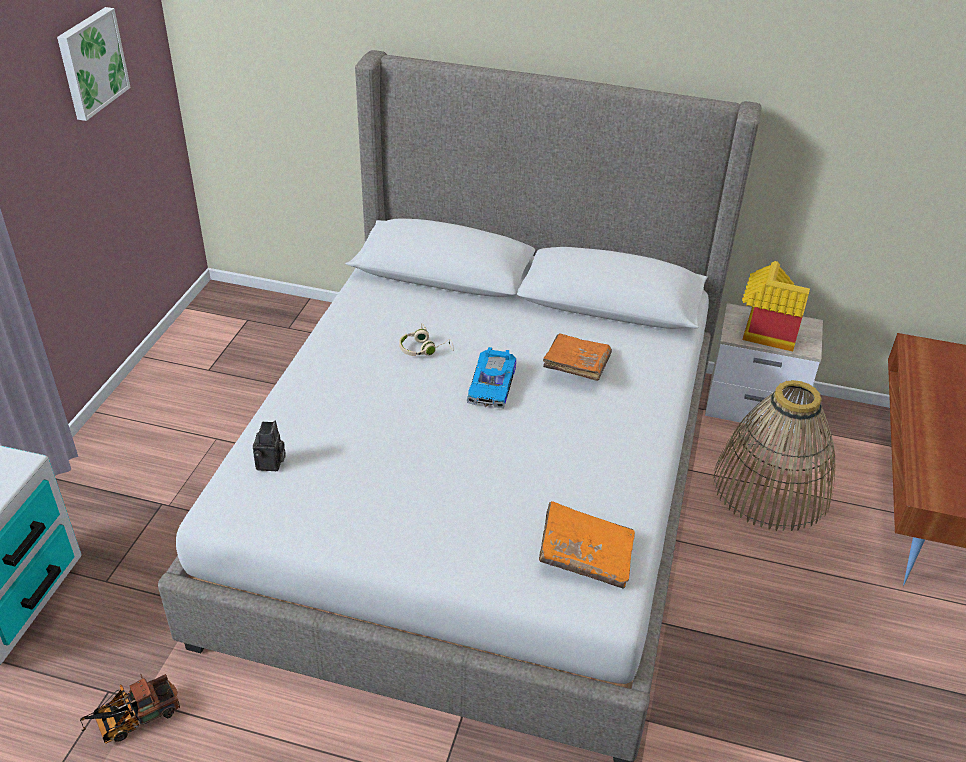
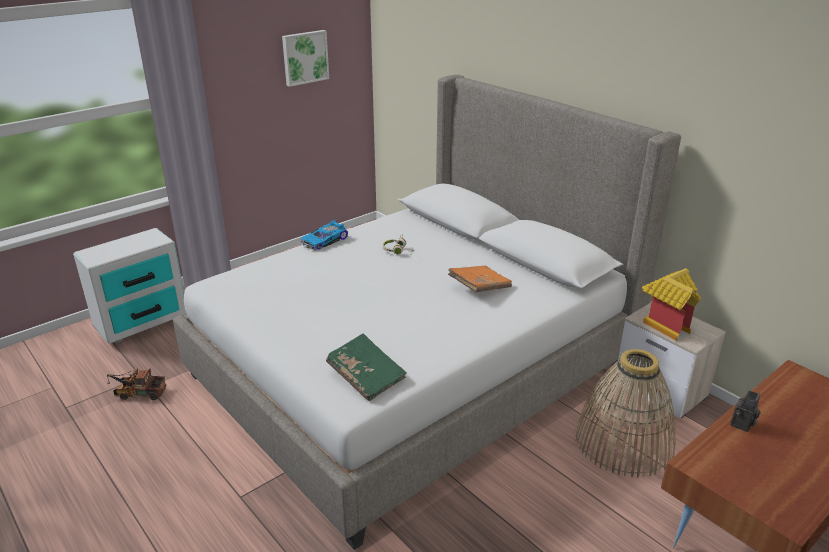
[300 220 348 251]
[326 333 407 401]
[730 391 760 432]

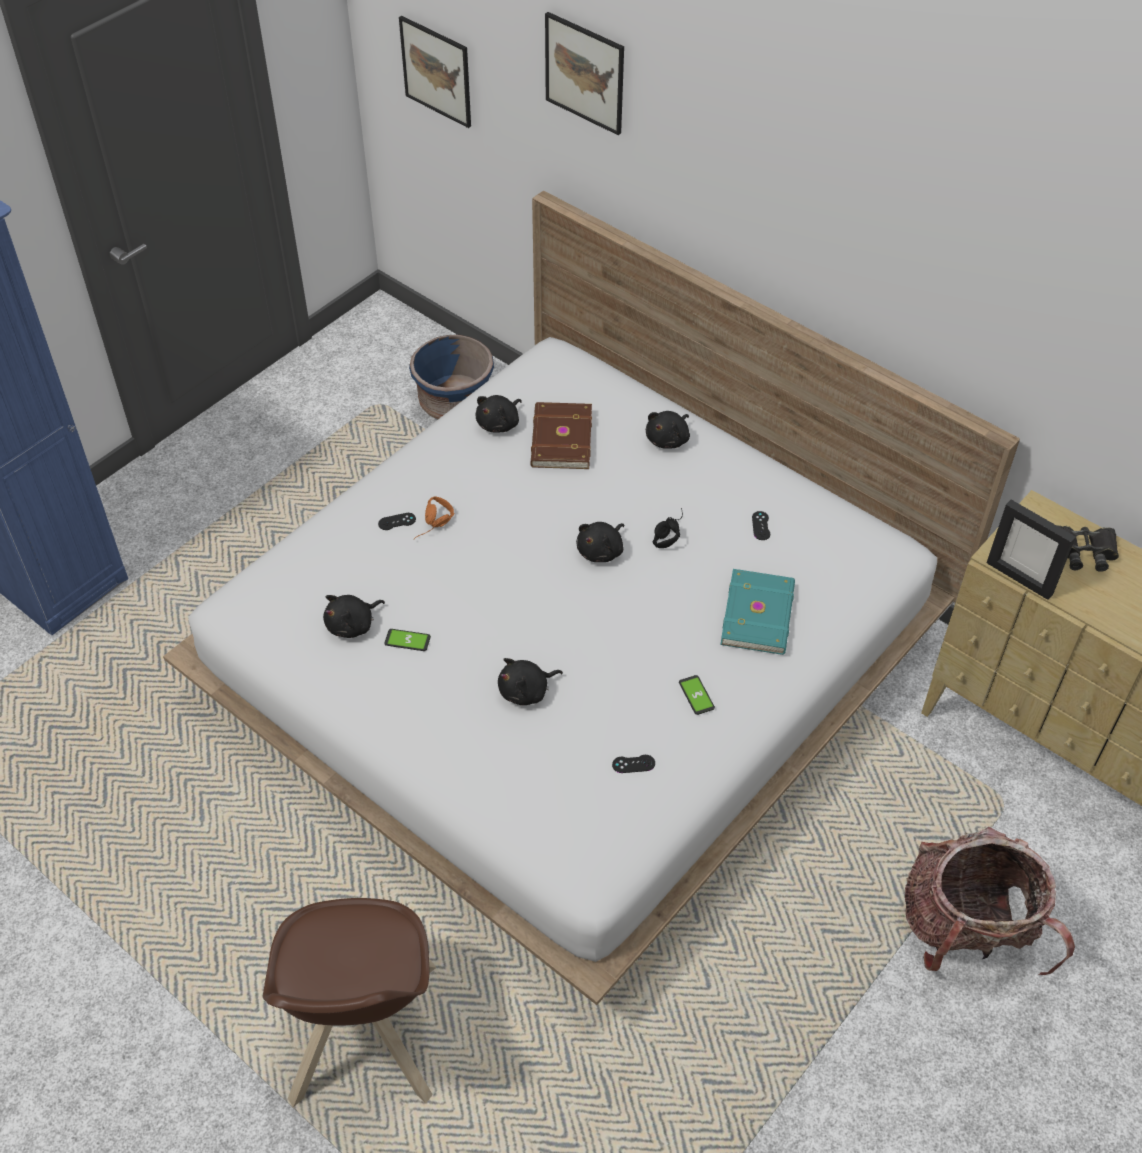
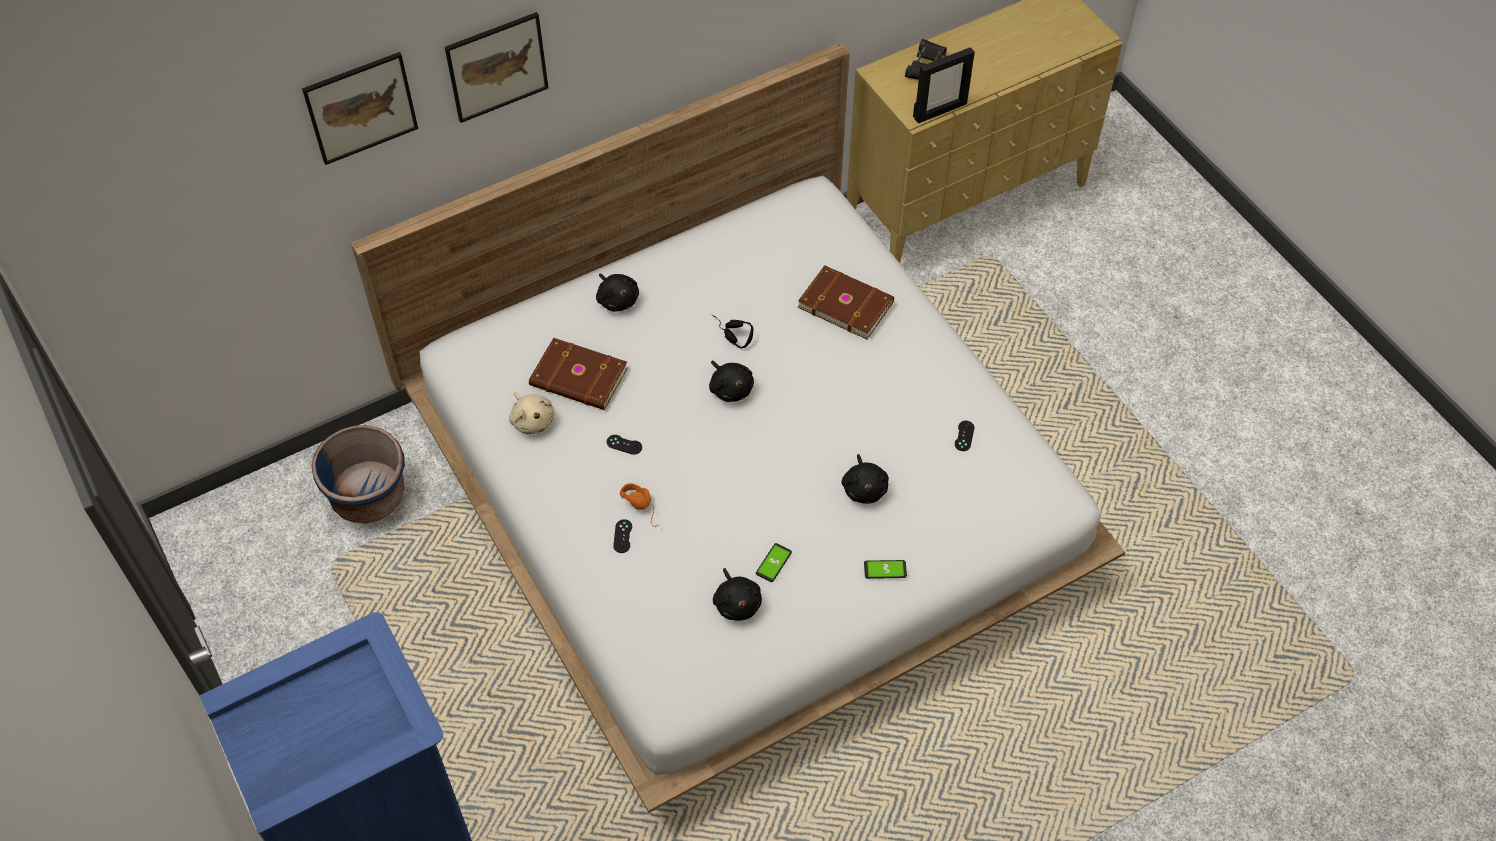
[445 12 548 123]
[509 392 554 435]
[607 435 642 455]
[798 265 894 339]
[864 560 907 579]
[263 898 436 1107] (first image)
[905 827 1075 975] (first image)

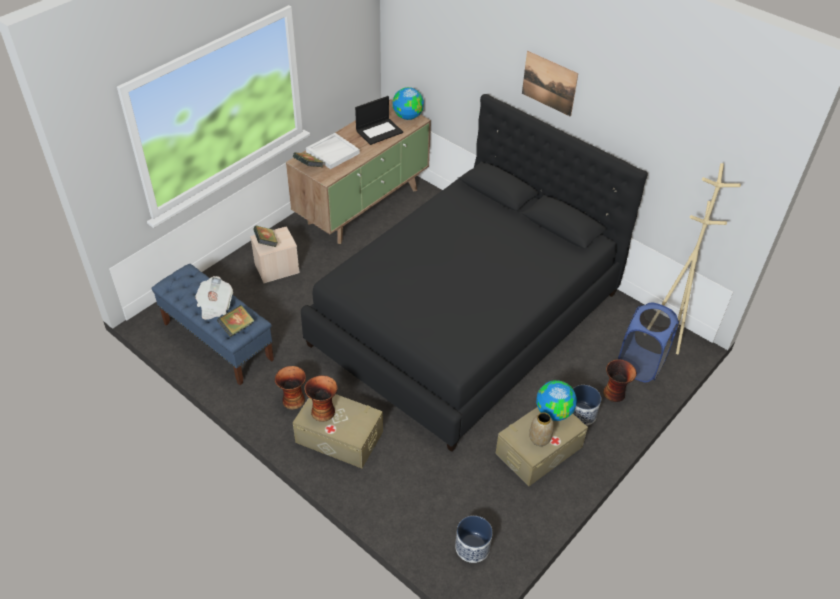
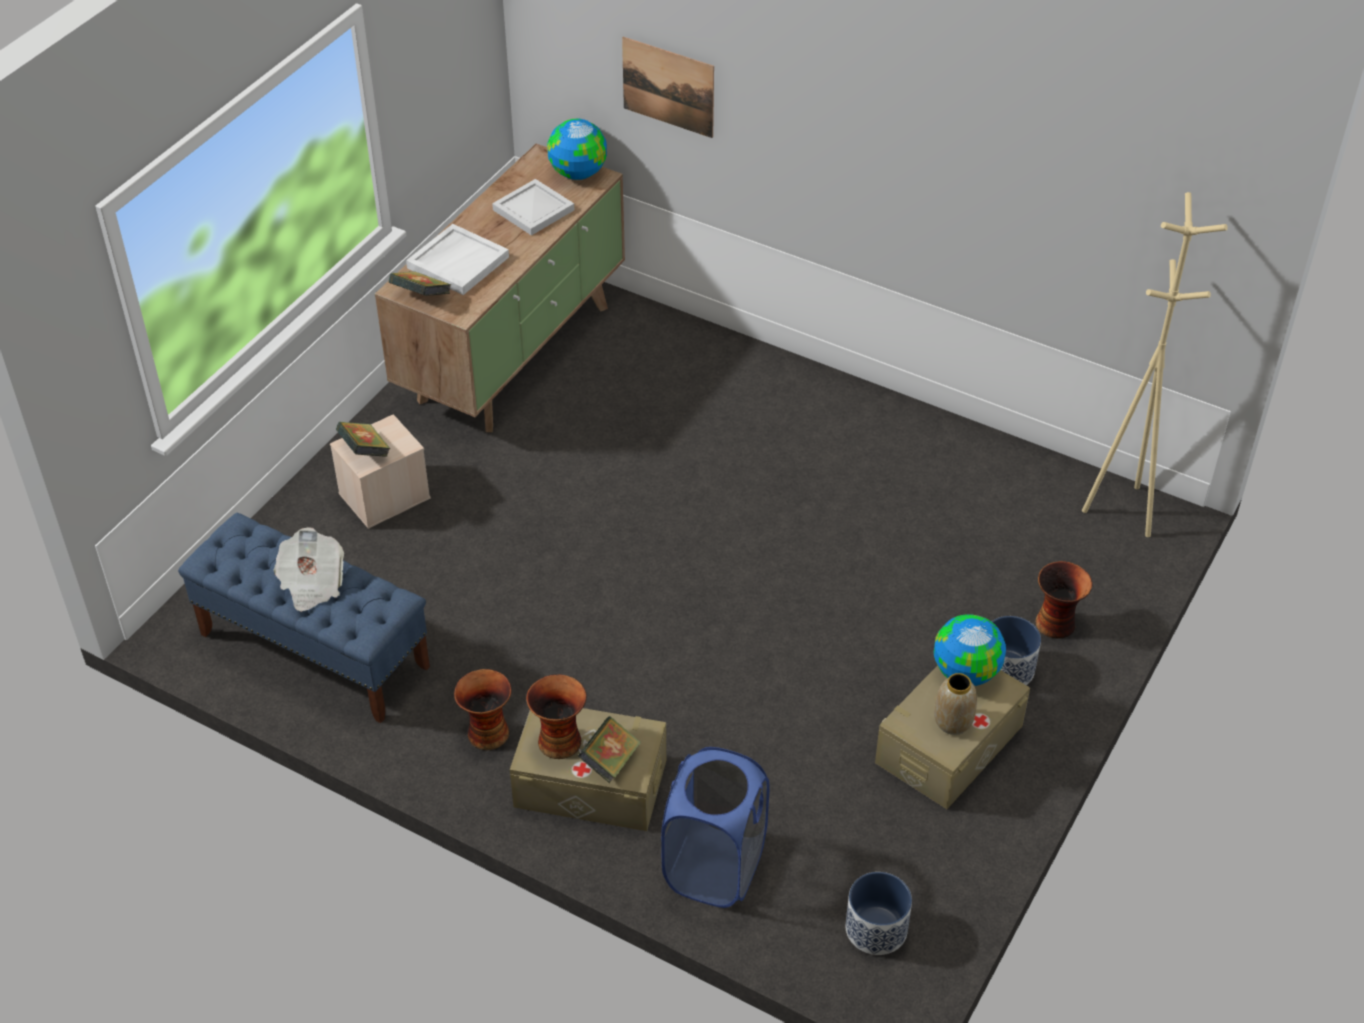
[492 179 574 236]
[578 716 641 783]
[622 37 714 138]
[661 747 769 908]
[301 94 648 452] (first image)

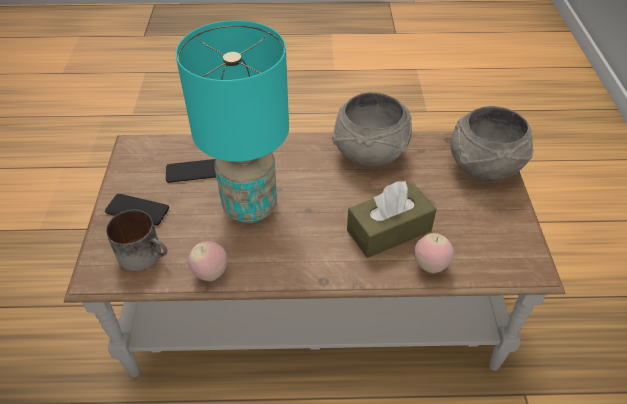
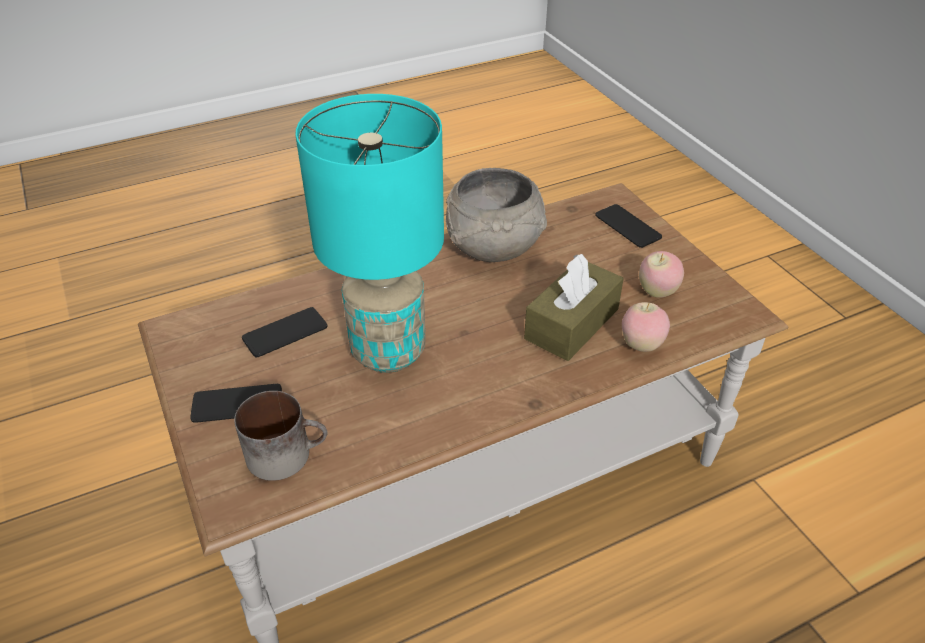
[595 204 662 248]
[639 251 684 298]

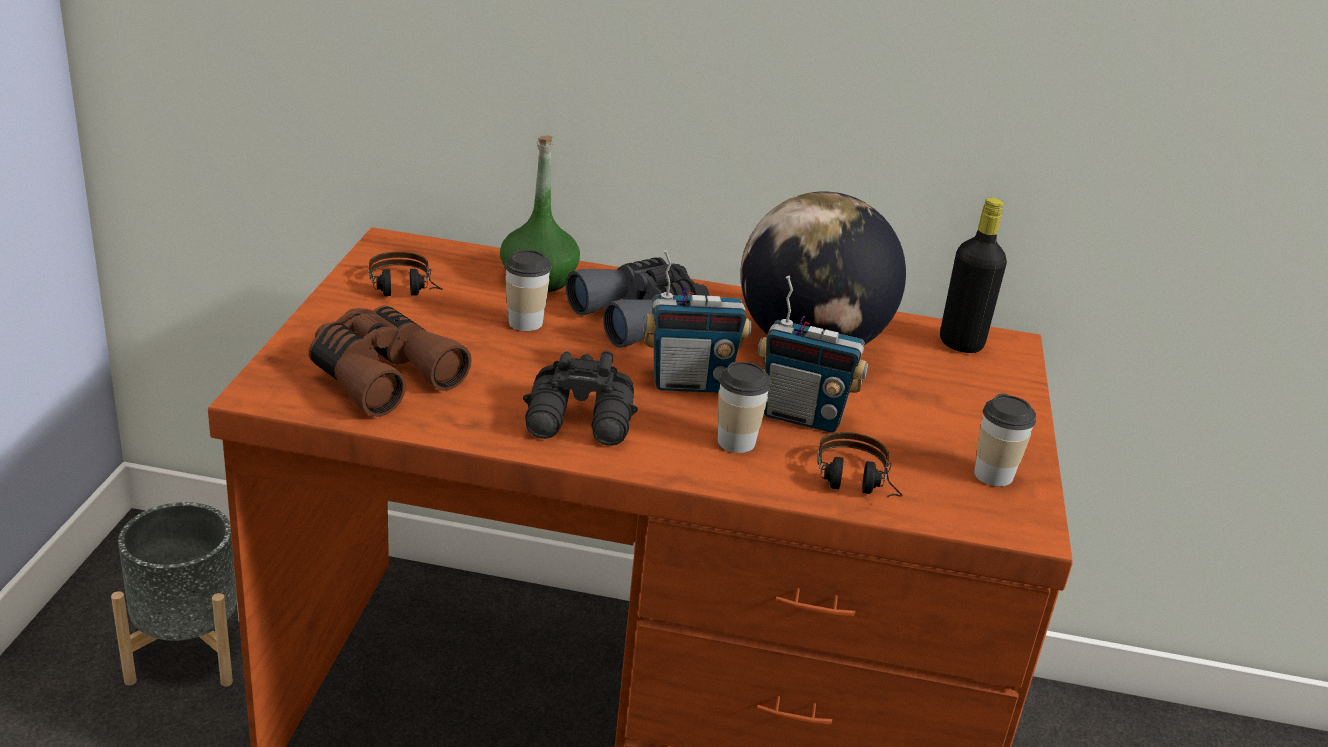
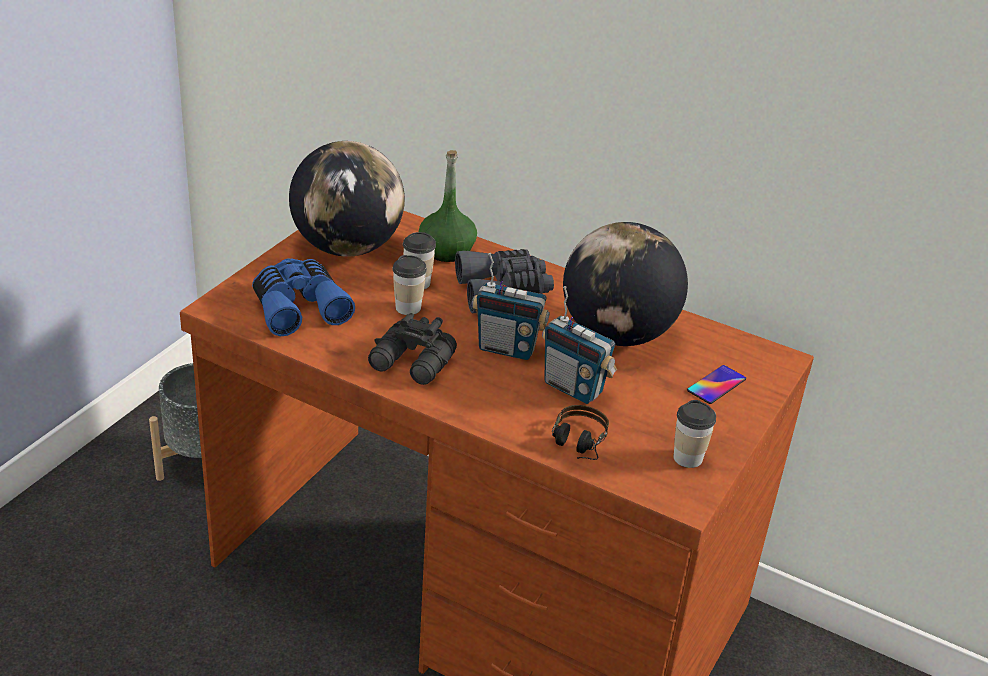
[252 258 355 336]
[289 141 405 257]
[392 255 427 315]
[687 365 746 404]
[940 198 1007 353] (first image)

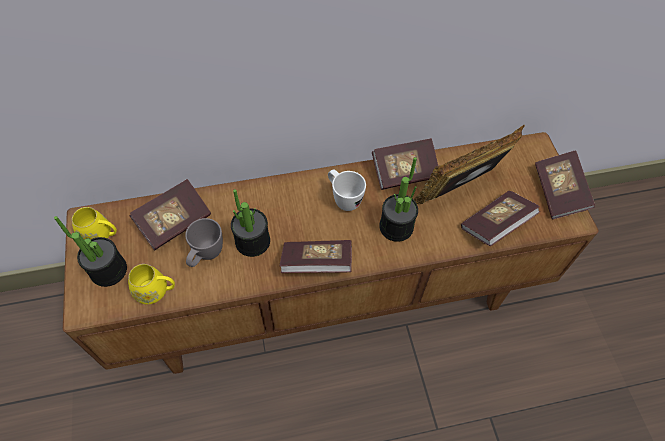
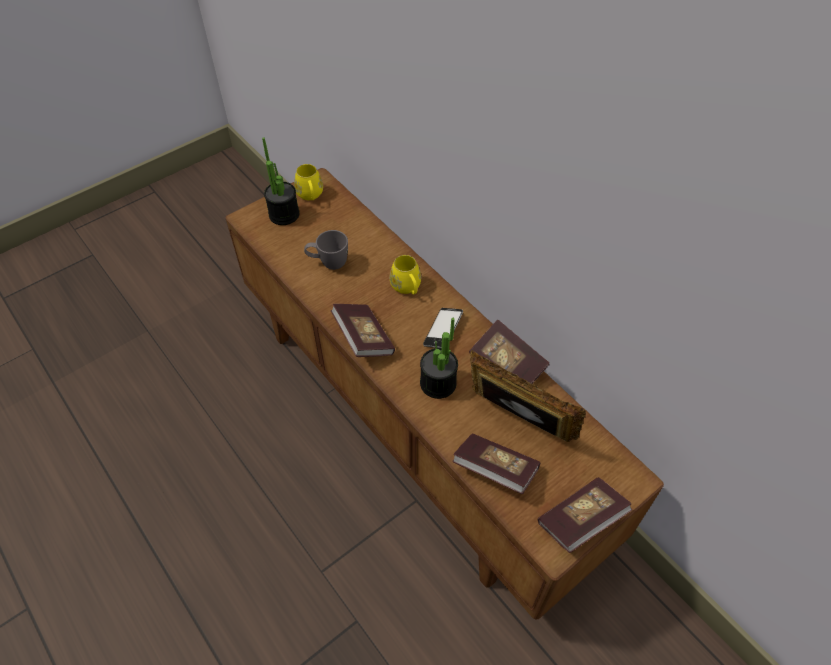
[390 255 421 294]
[423 308 463 348]
[130 179 211 250] (first image)
[231 189 270 257] (first image)

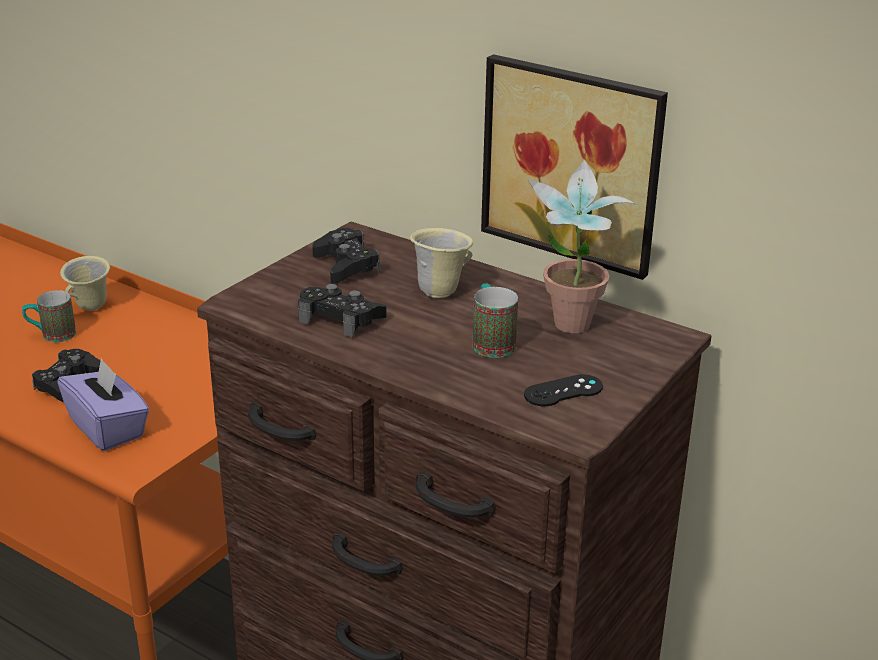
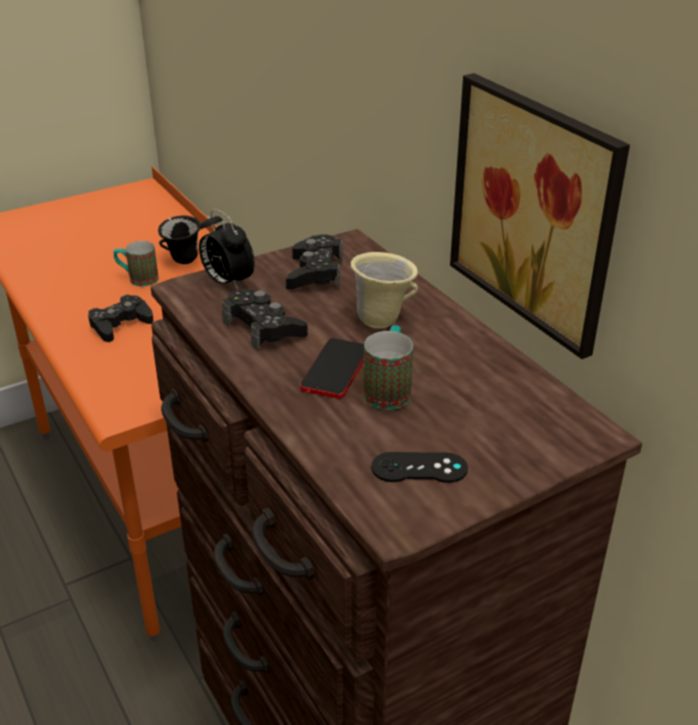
[158 216 200 264]
[199 209 255 290]
[300 338 364 399]
[57 357 149 451] (first image)
[528 160 636 333] (first image)

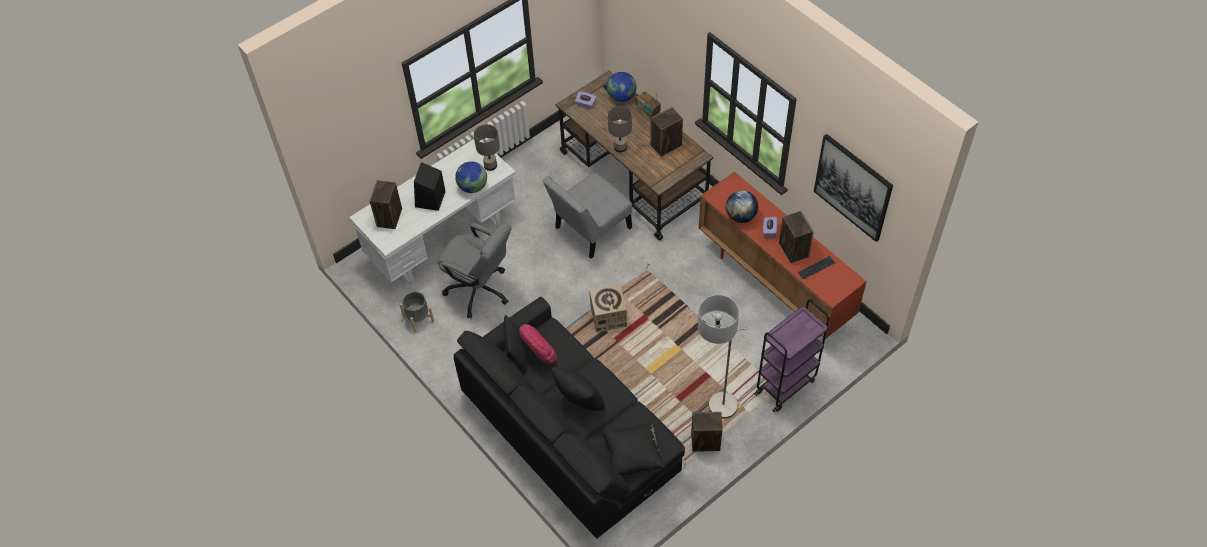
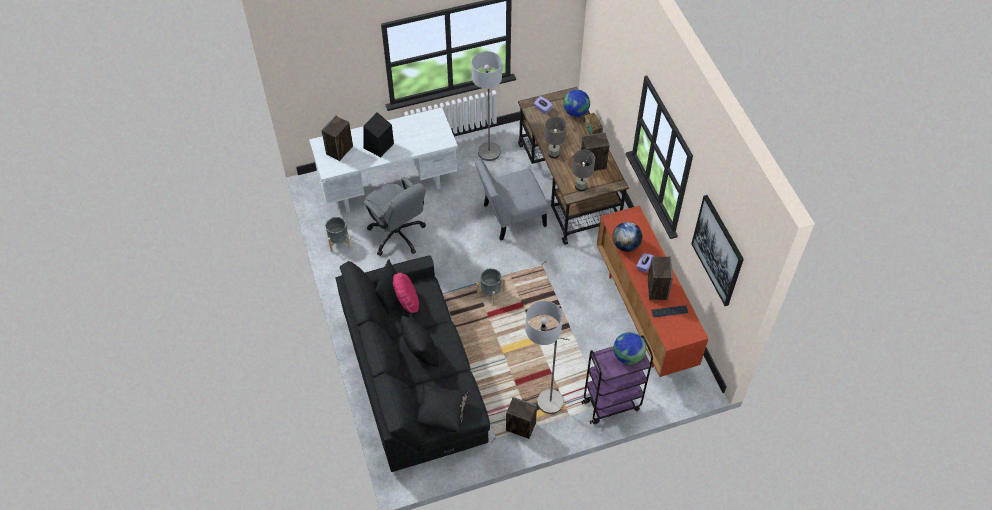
[471 51 502 161]
[477 268 505 305]
[572 150 595 191]
[614 332 646 365]

